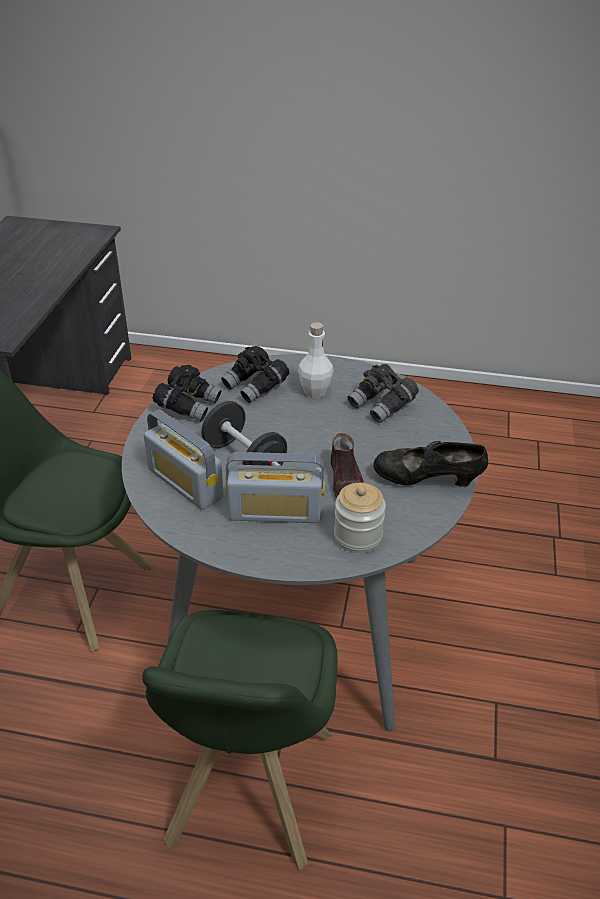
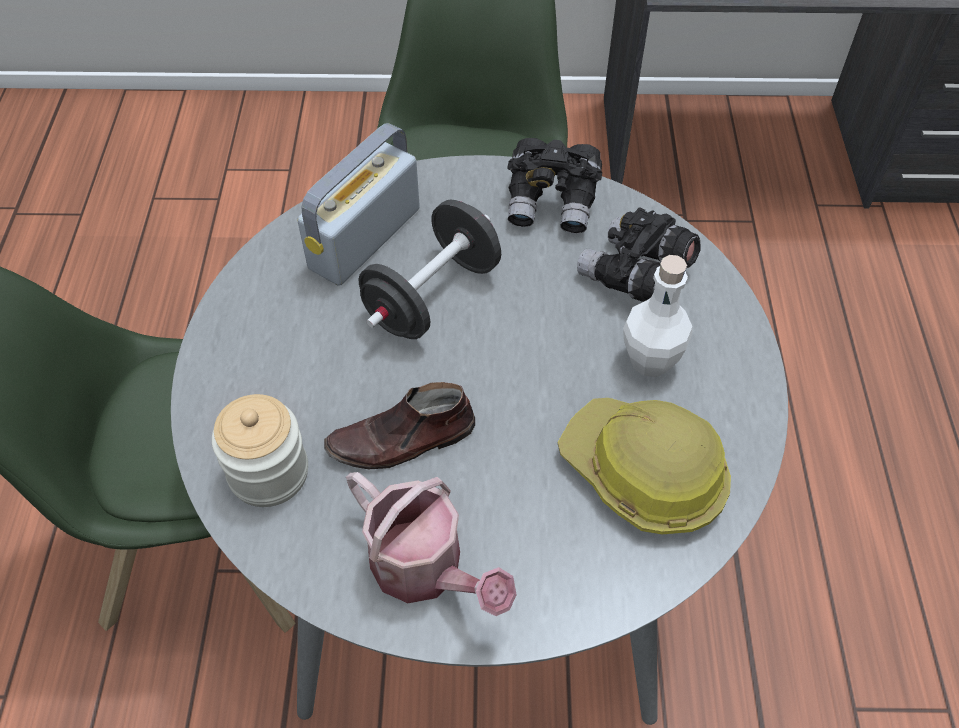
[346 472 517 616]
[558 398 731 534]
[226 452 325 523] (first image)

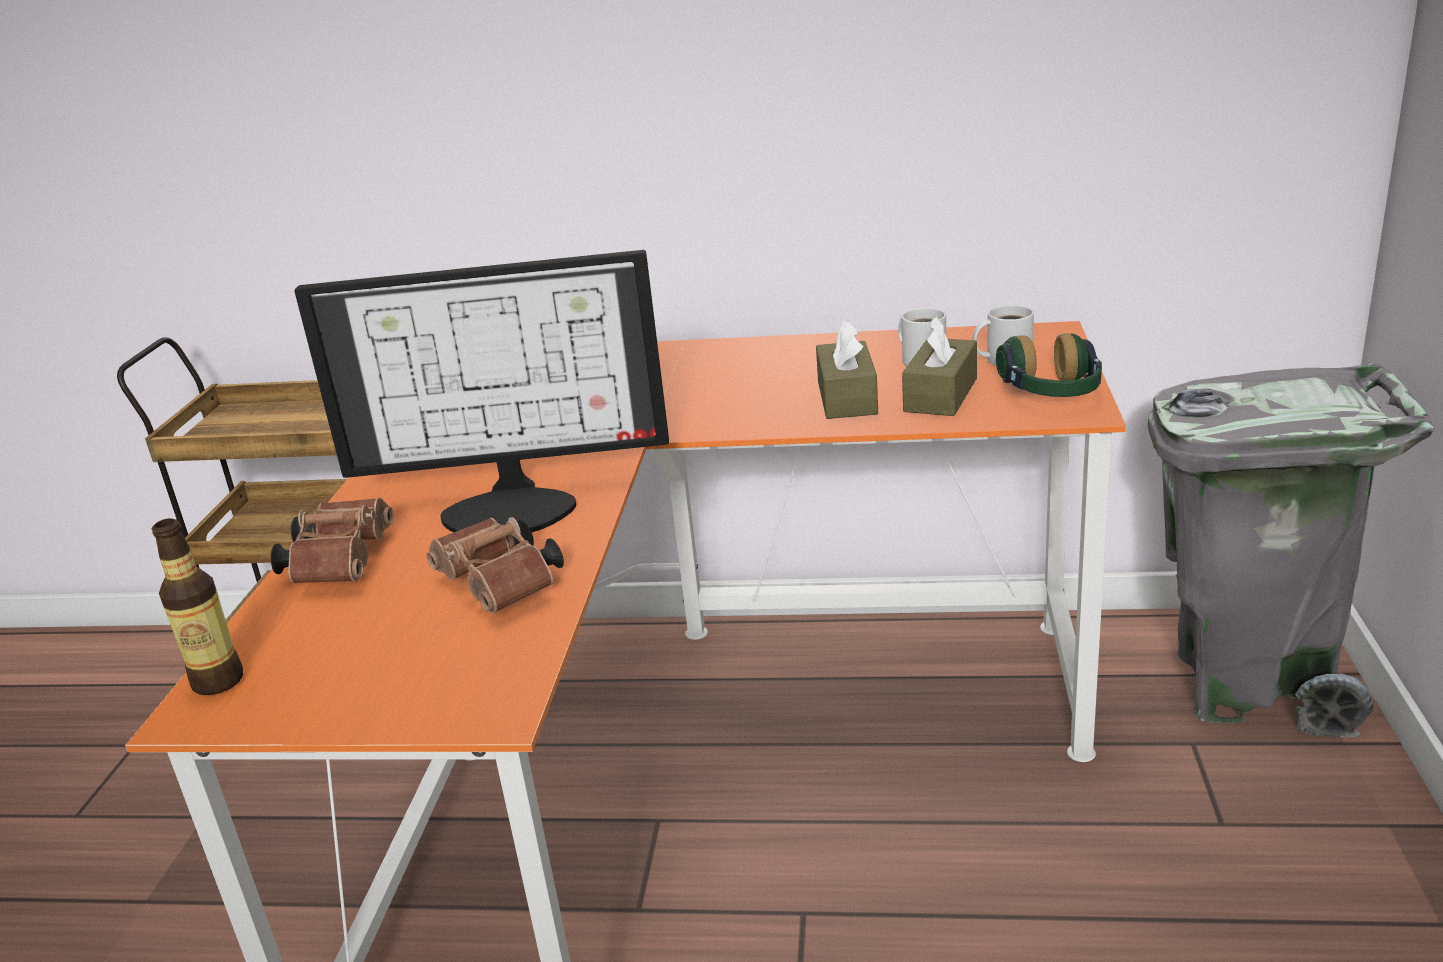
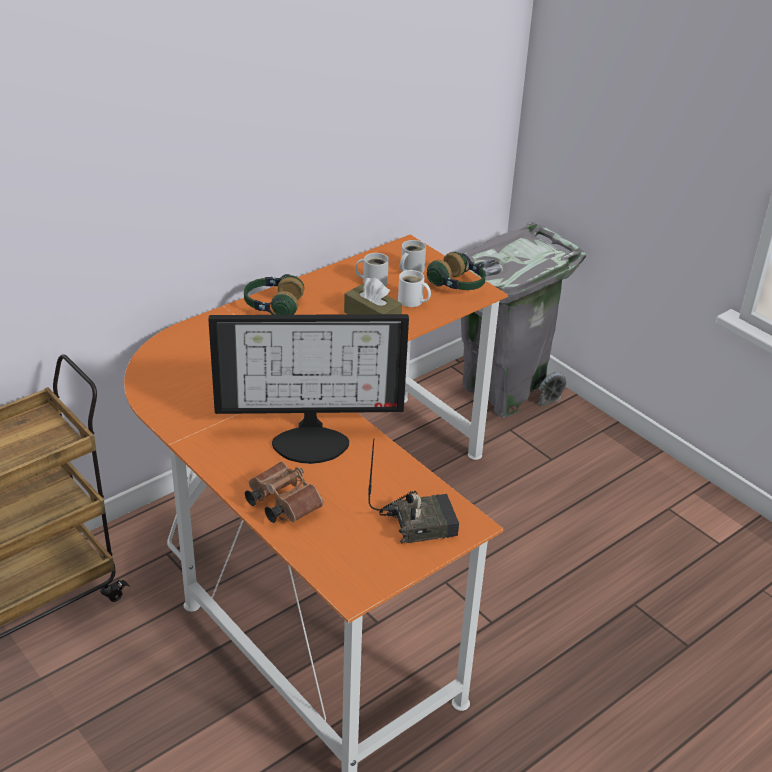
[208 314 409 464]
[244 274 304 315]
[368 439 459 544]
[398 270 431 307]
[152 518 243 695] (first image)
[427 517 564 613] (first image)

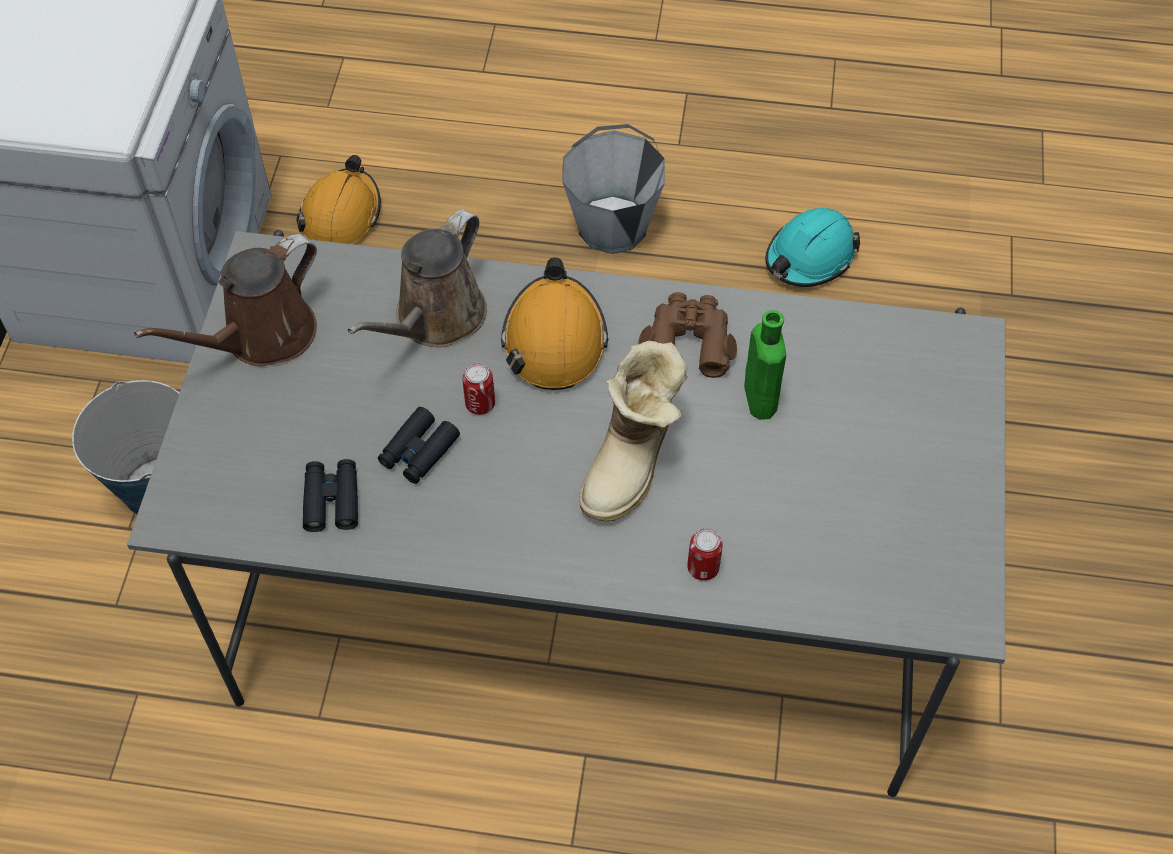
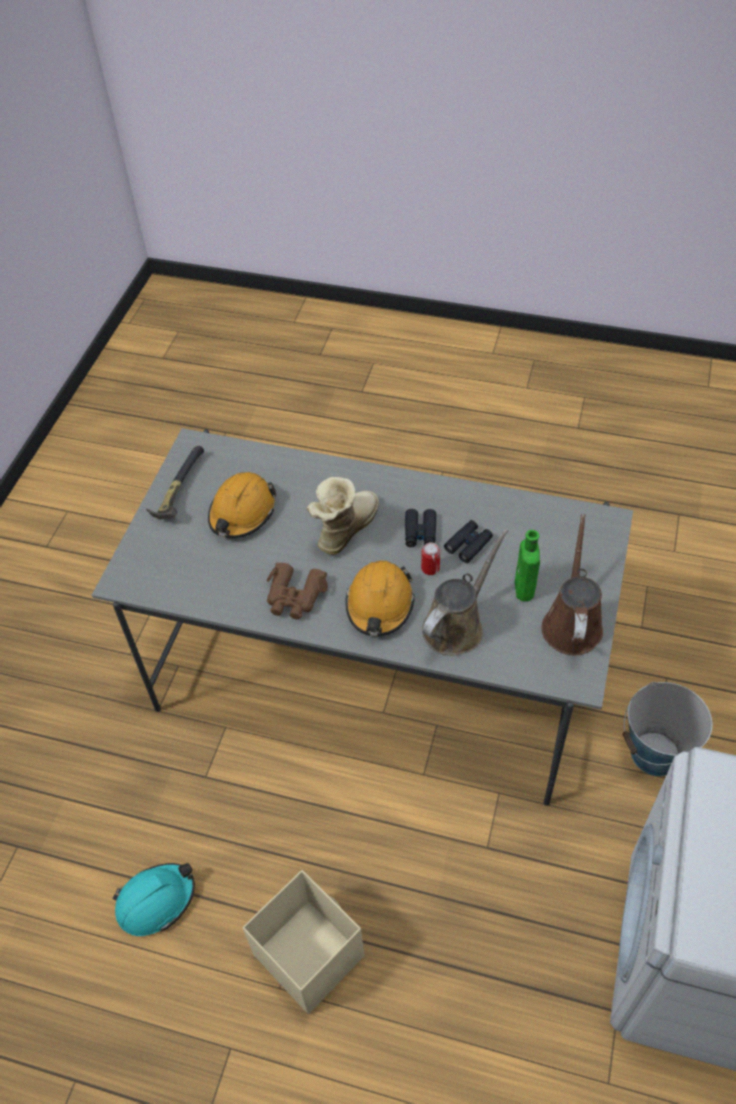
[146 446 204 519]
[208 472 276 538]
[243 870 364 1014]
[405 509 436 547]
[515 530 540 601]
[542 514 603 655]
[687 528 723 581] (first image)

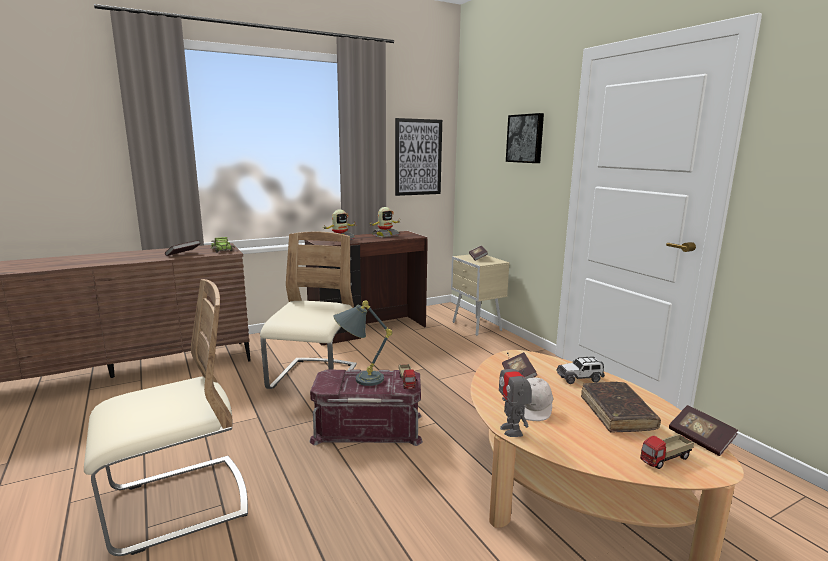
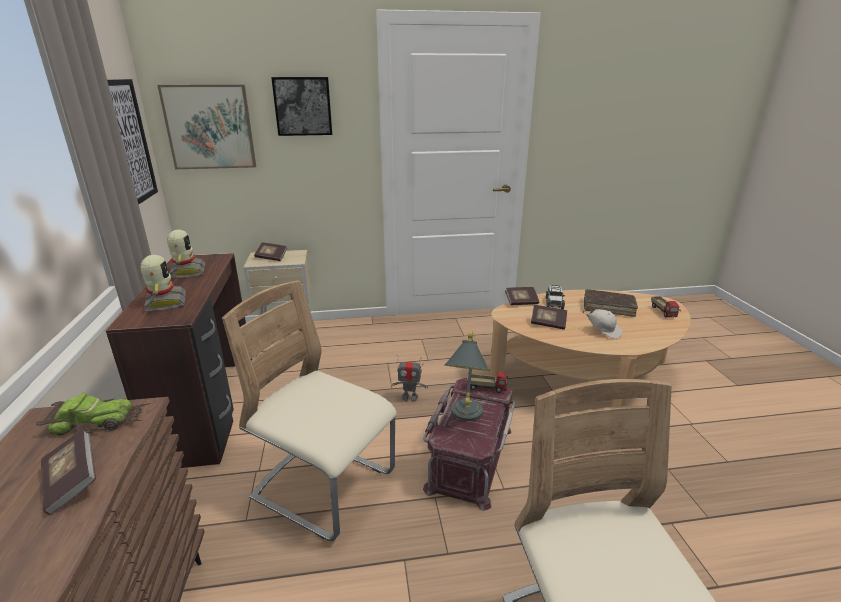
[157 85 256 169]
[392 355 428 402]
[505 287 539 305]

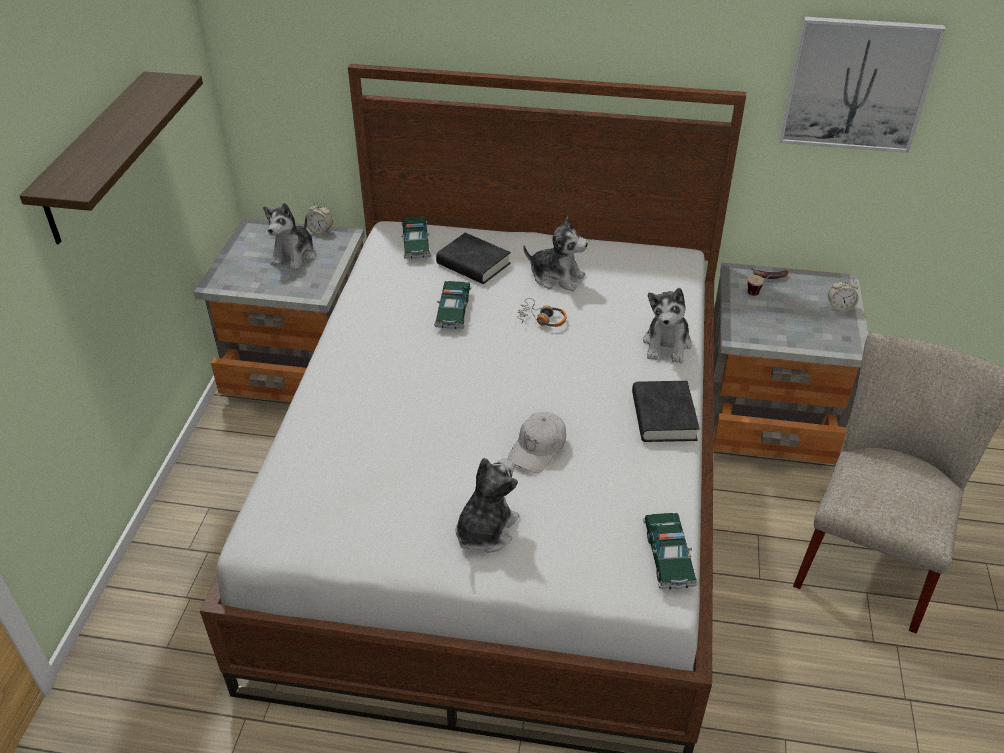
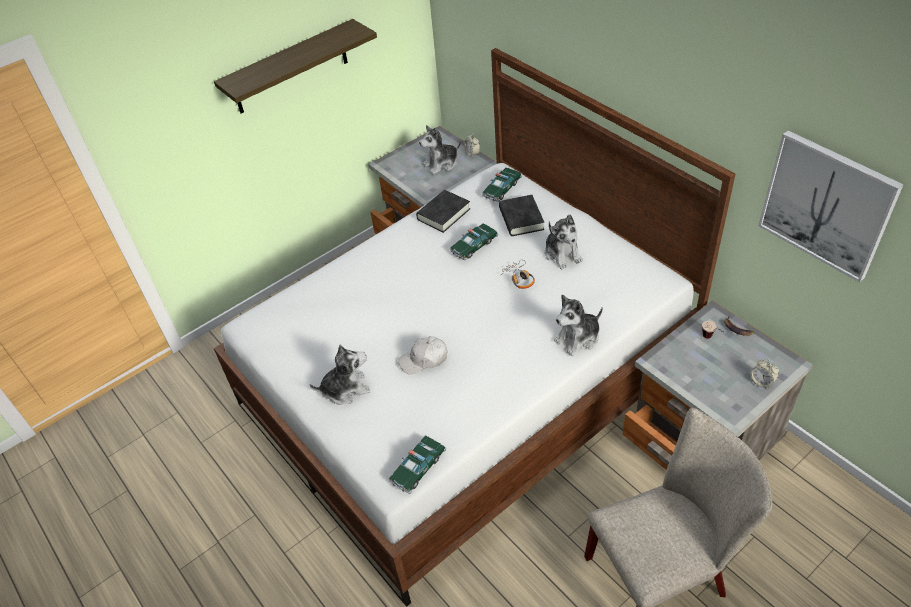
[416 190 470 233]

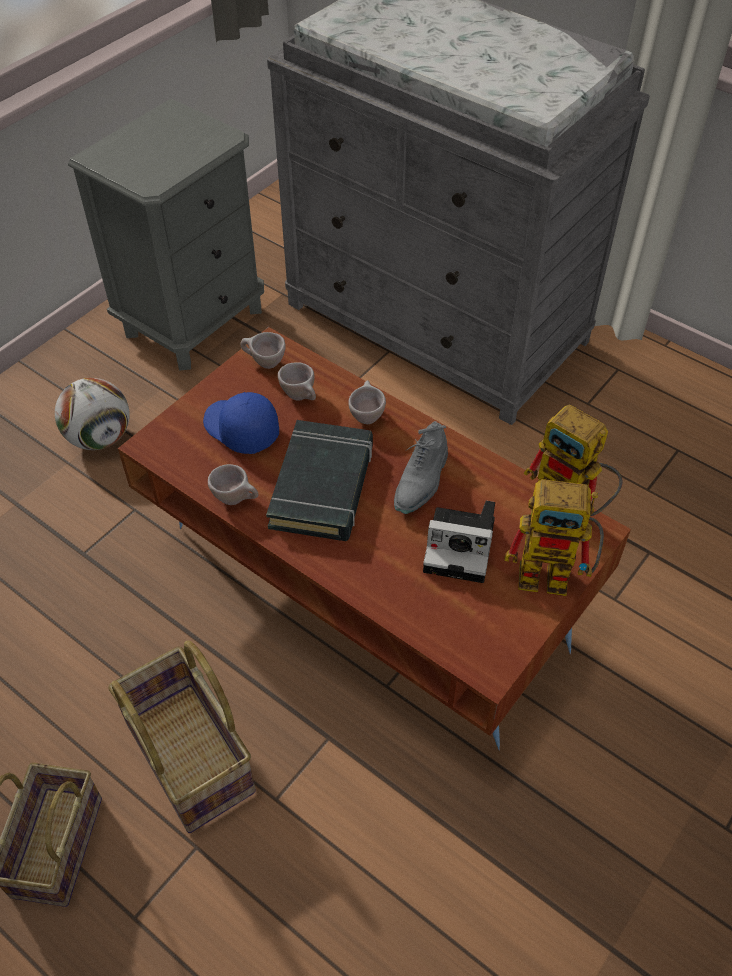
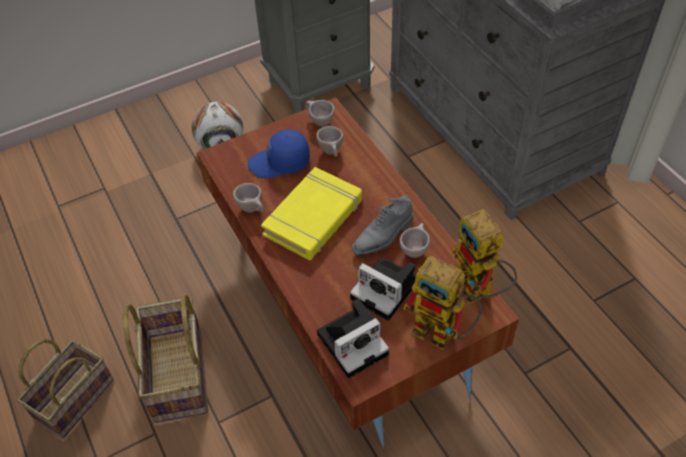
[248 129 310 178]
[261 167 362 260]
[317 299 389 378]
[399 223 430 258]

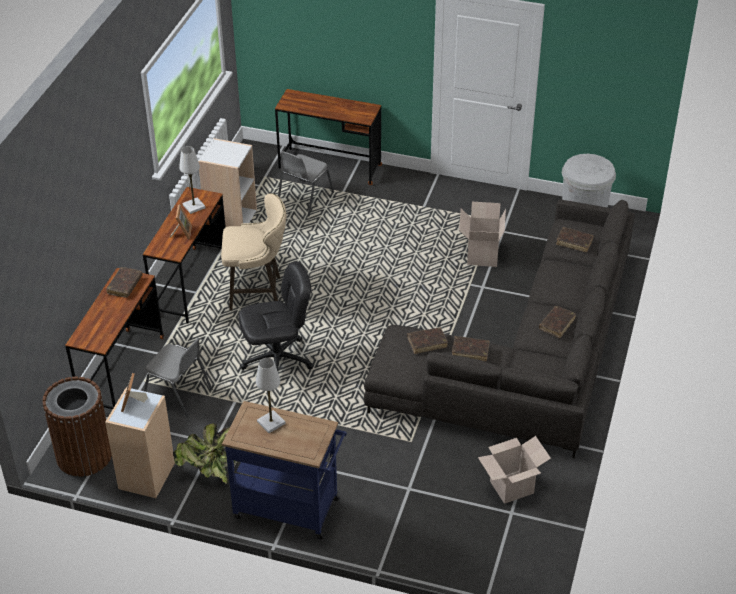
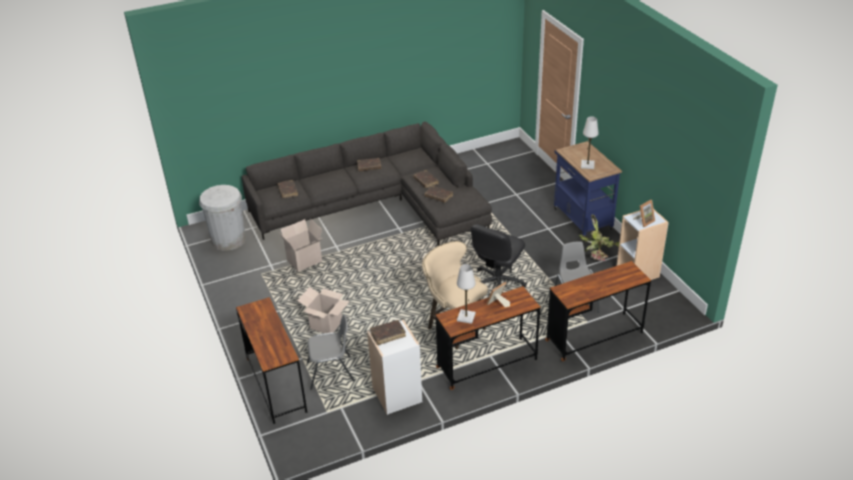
[297 287 350 333]
[370 320 406 345]
[471 224 527 293]
[42 377 112 477] (first image)

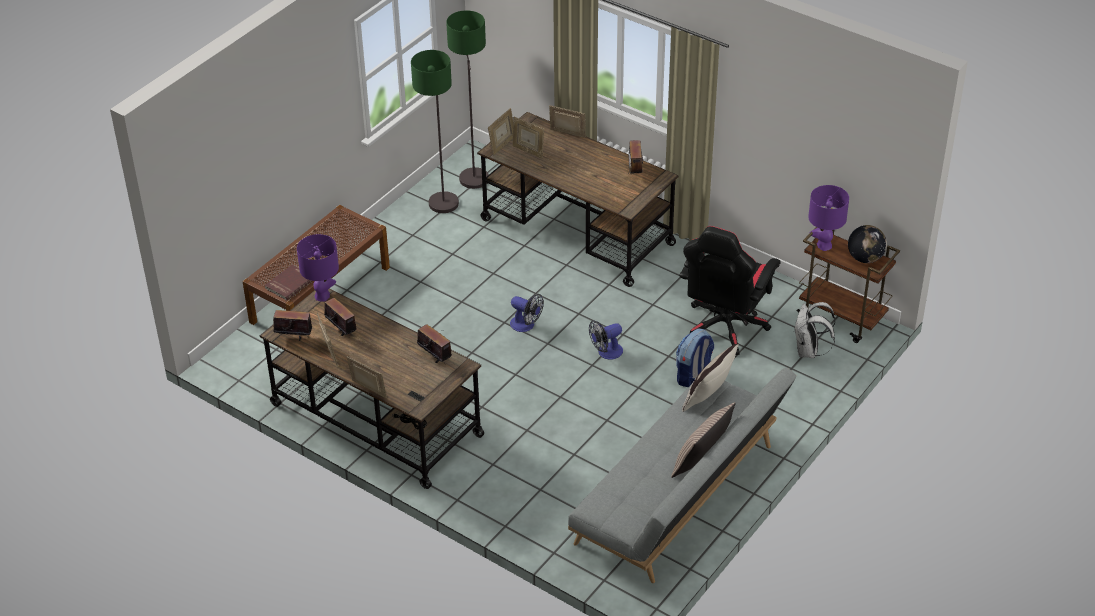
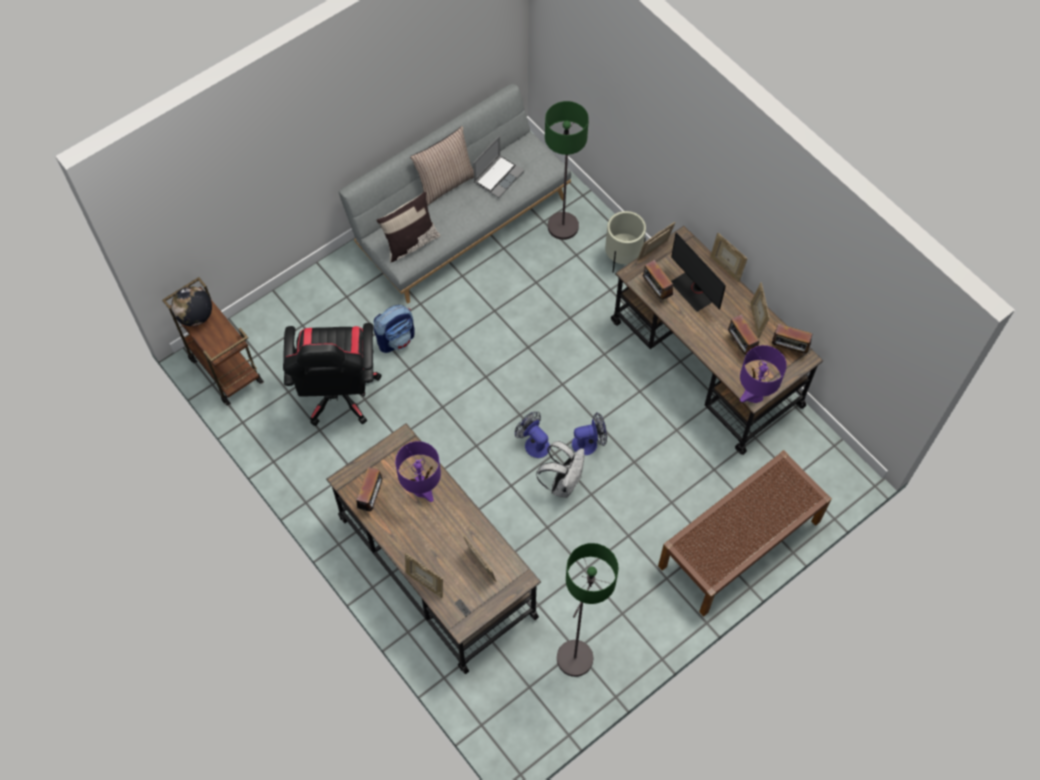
[283 323 382 426]
[395 441 441 502]
[473 136 524 198]
[536 441 584 498]
[545 101 589 240]
[572 413 607 455]
[605 211 646 273]
[637 222 676 261]
[671 232 726 312]
[265 265 312 301] (first image)

